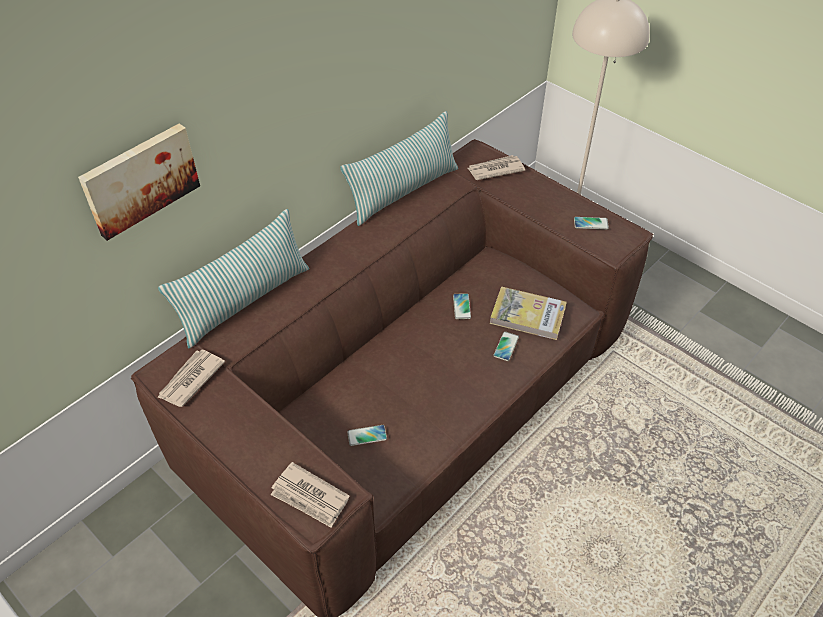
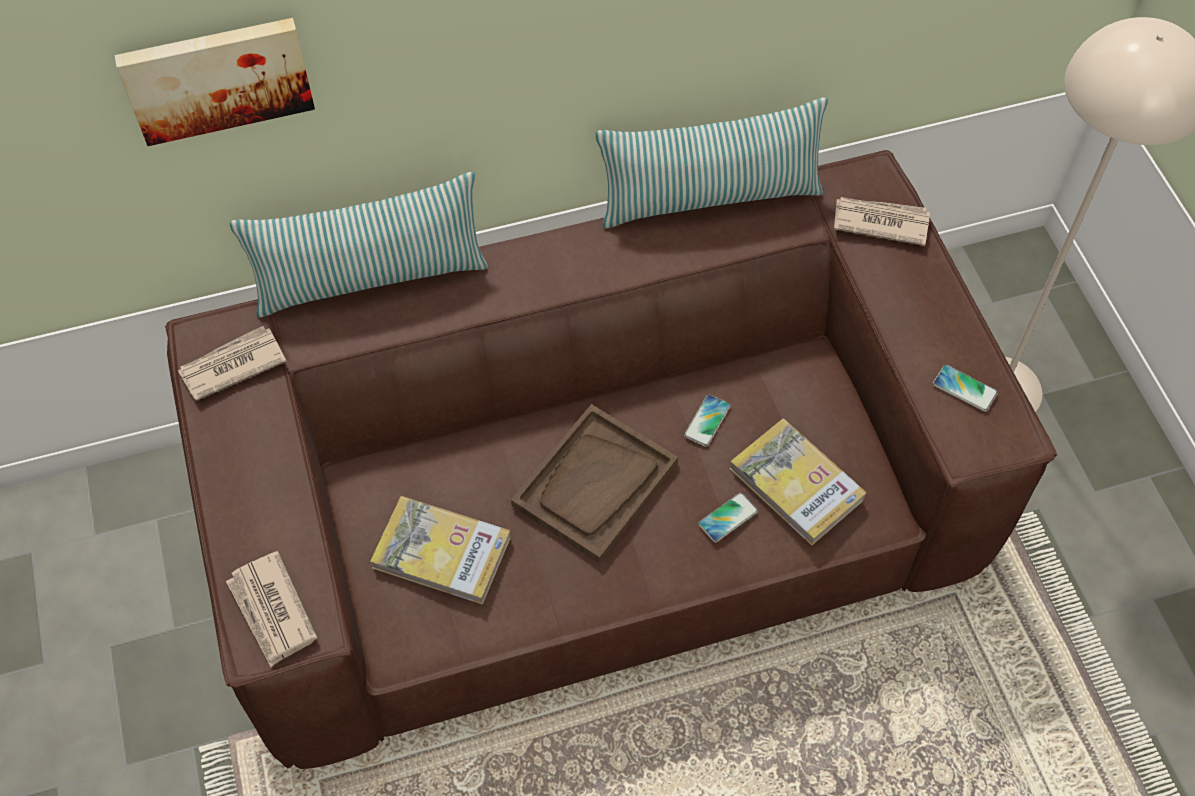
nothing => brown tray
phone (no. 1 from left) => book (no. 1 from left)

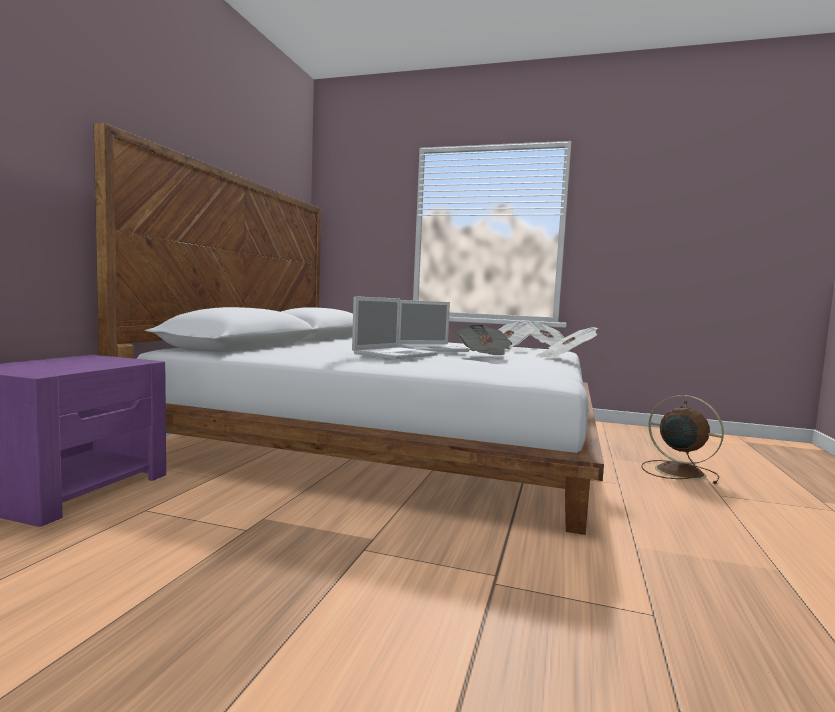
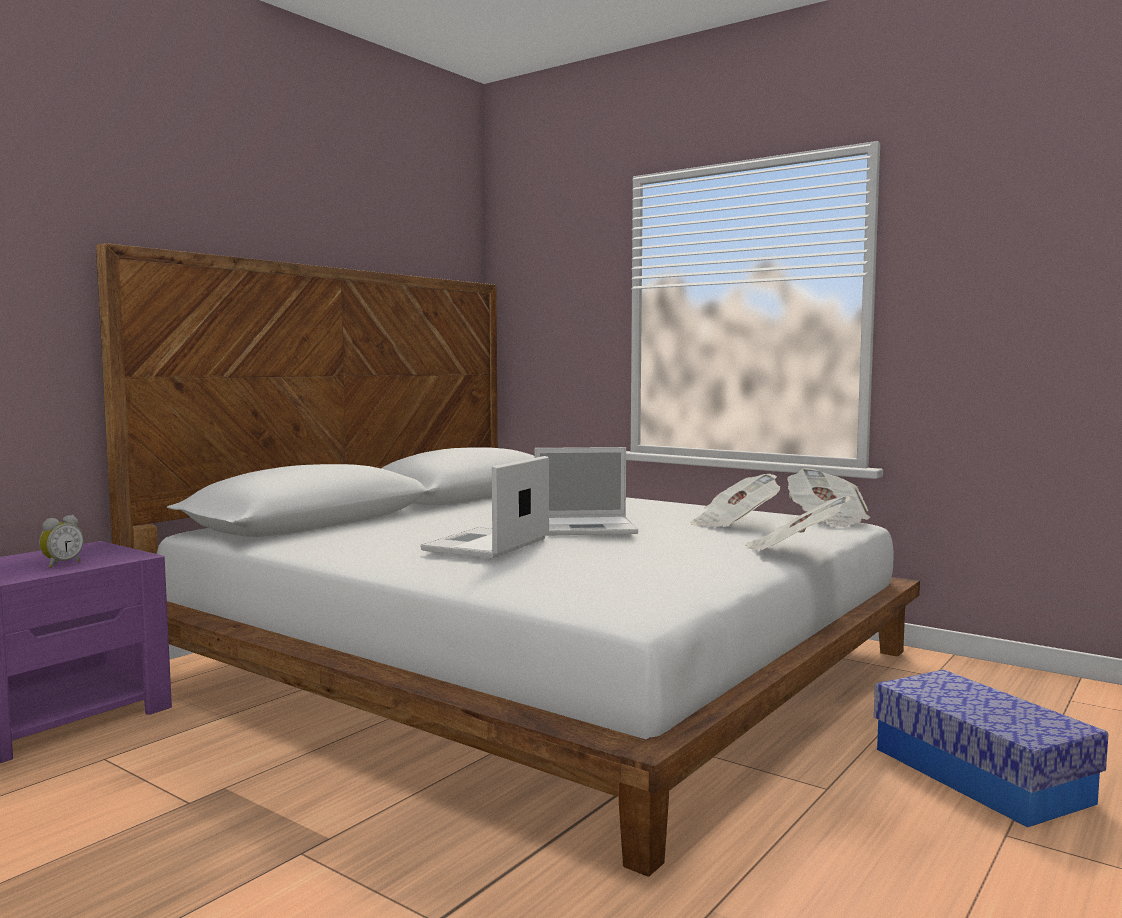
newspaper (no. 1 from left) => nothing
nothing => alarm clock
brown fan => storage box
laptop (no. 1 from left), 150 degrees clockwise

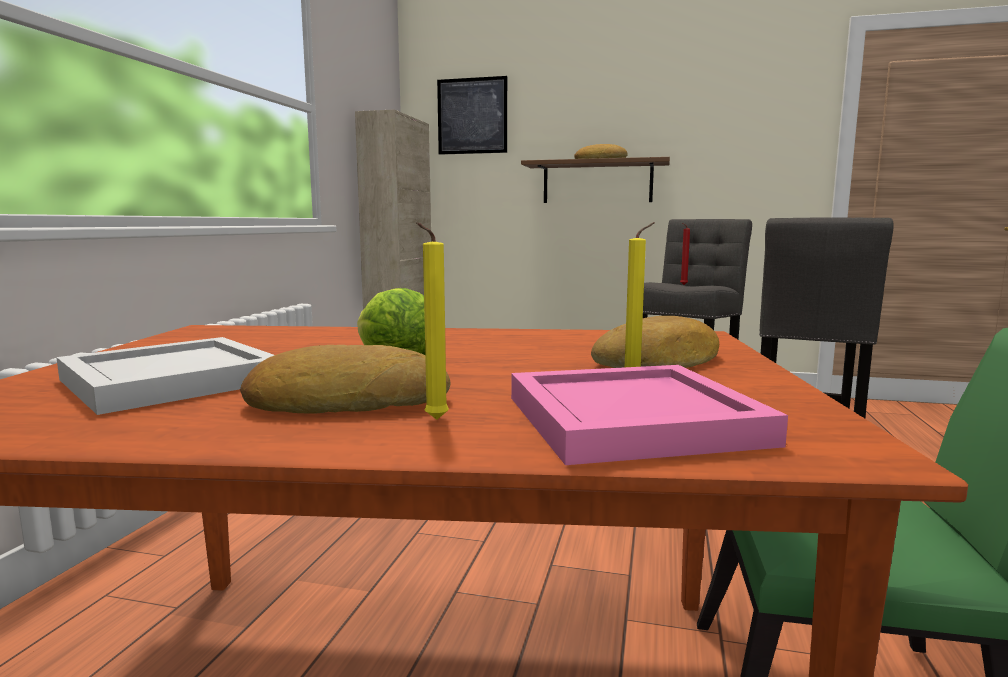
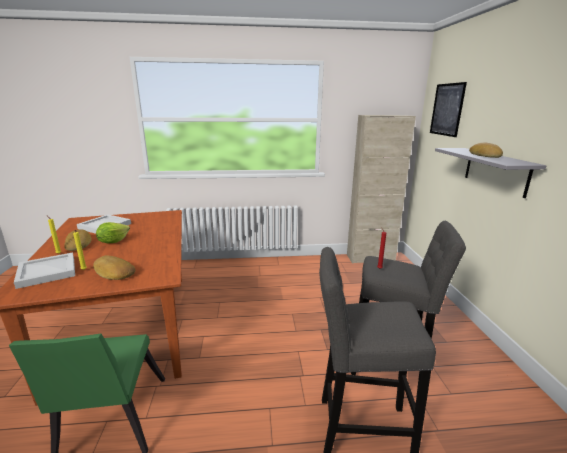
pink tray => white tray (no. 1 from left)
brown shelf => grey shelf

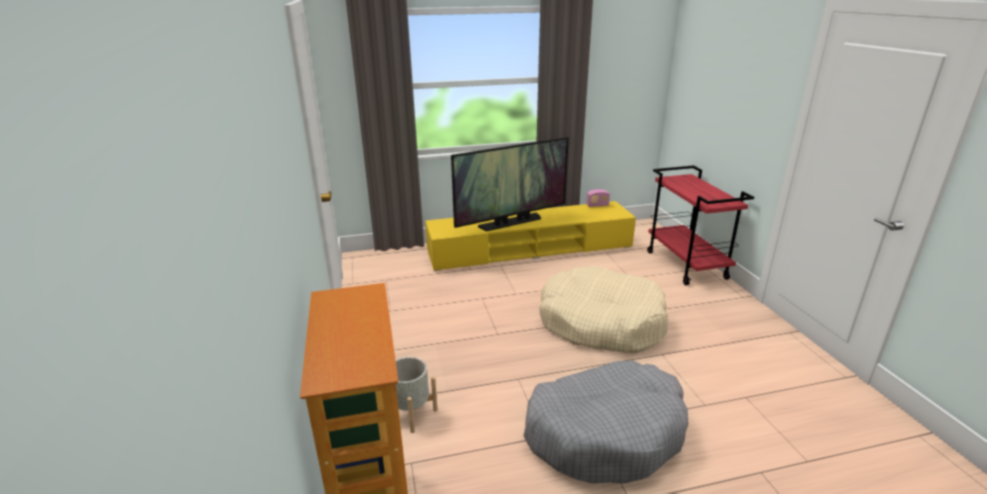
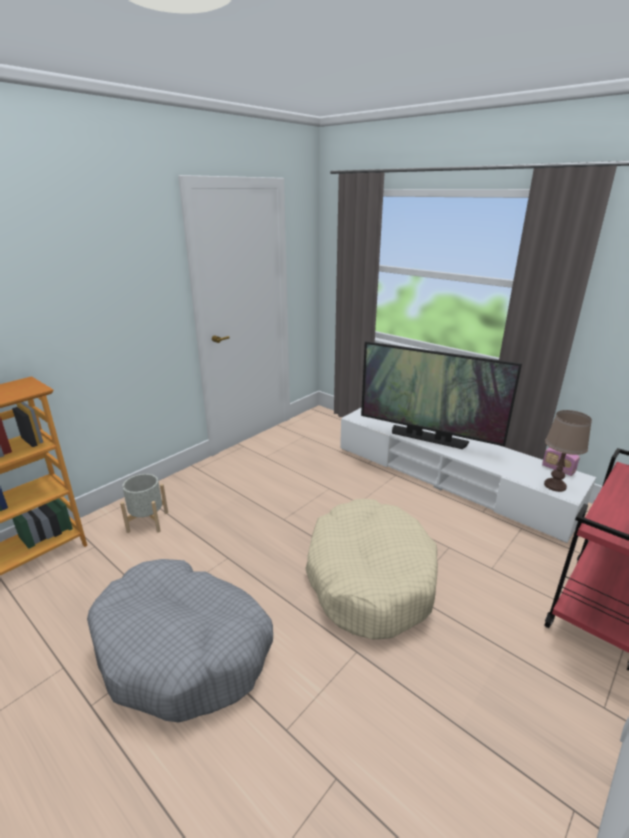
nothing => brown table lamp
yellow tv stand => white tv stand

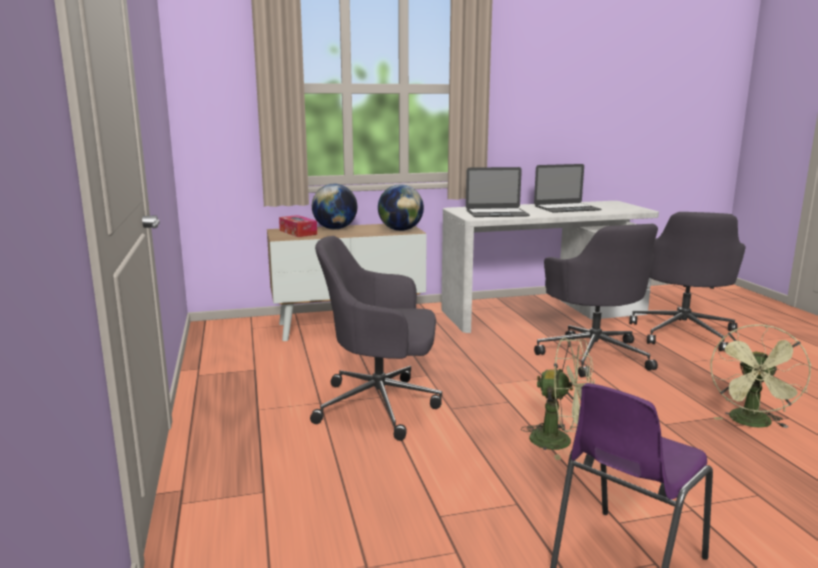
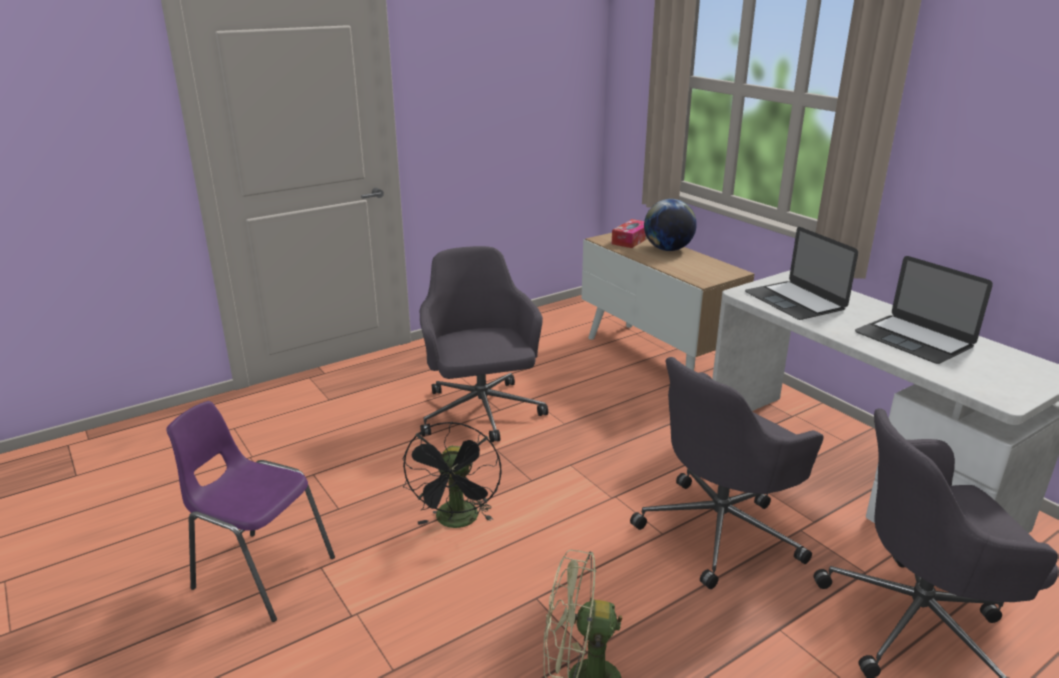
globe (no. 2 from left) => nothing
green fan (no. 1 from left) => black fan

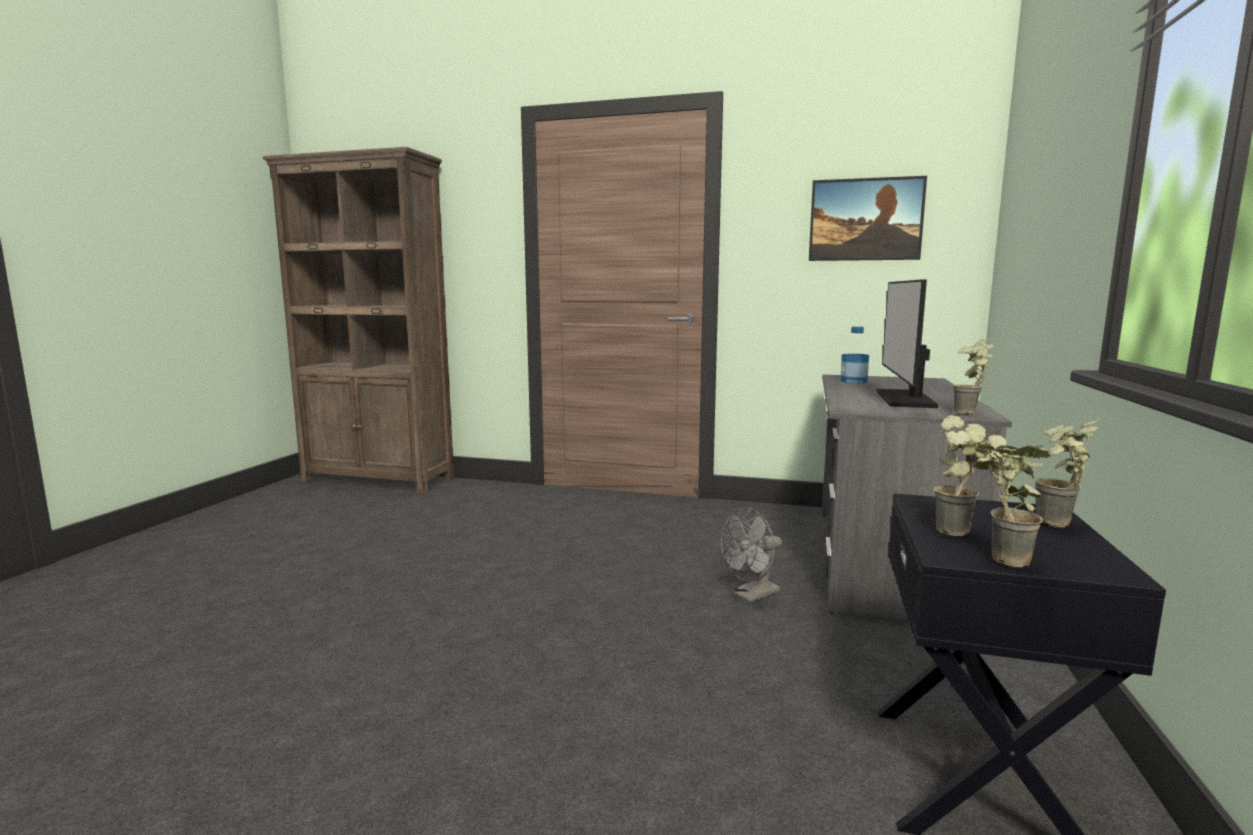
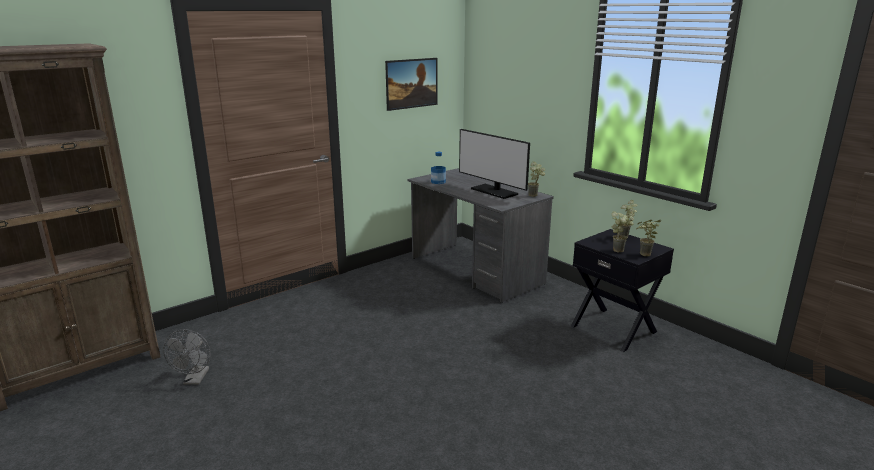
grey fan, shifted

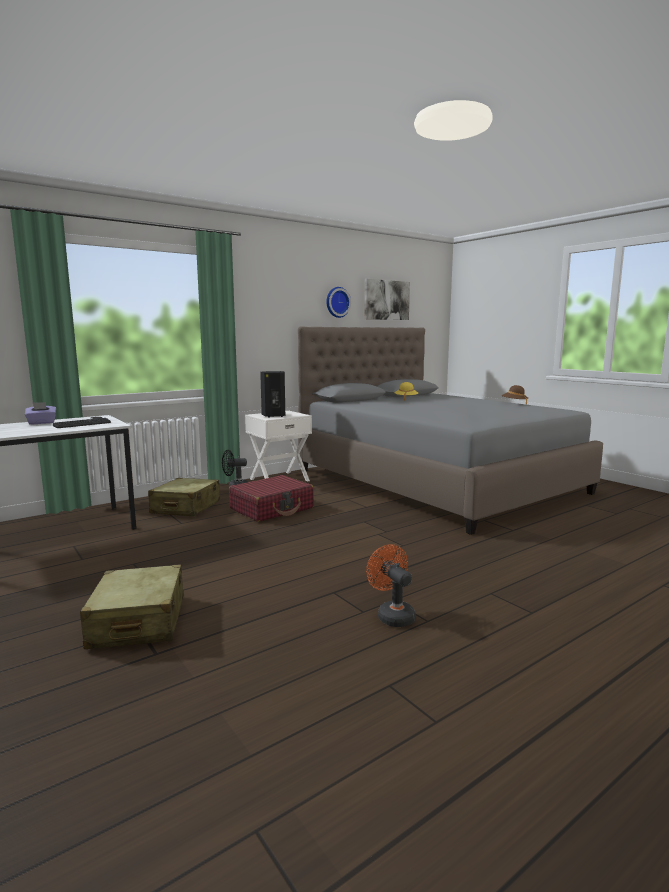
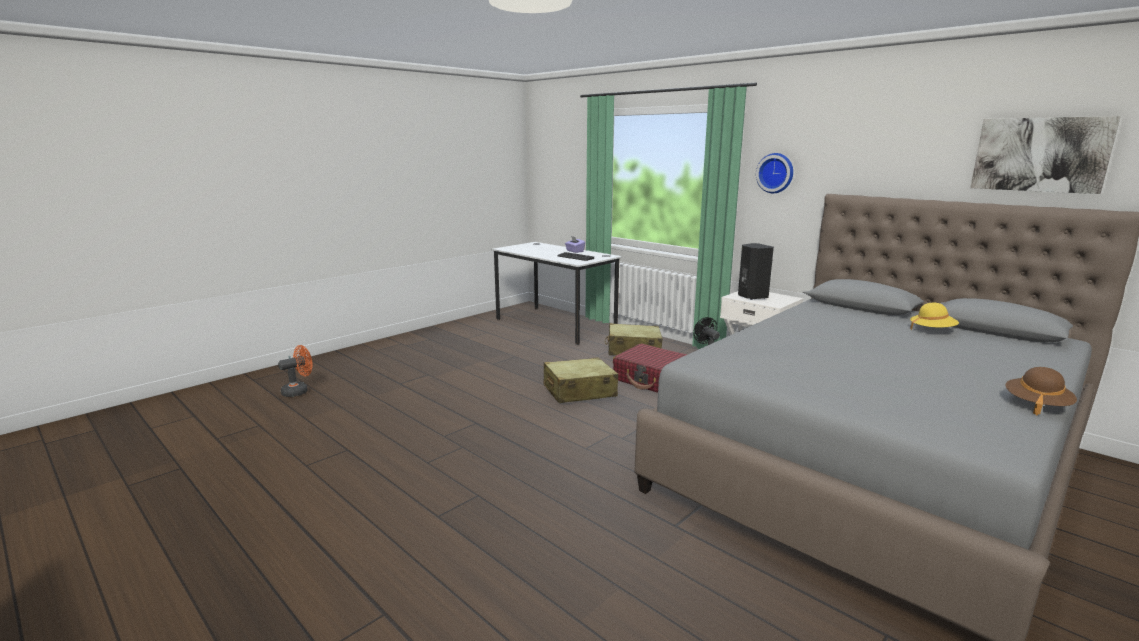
beige suitcase (no. 1 from left), shifted
wall clock, shifted
orange fan, shifted

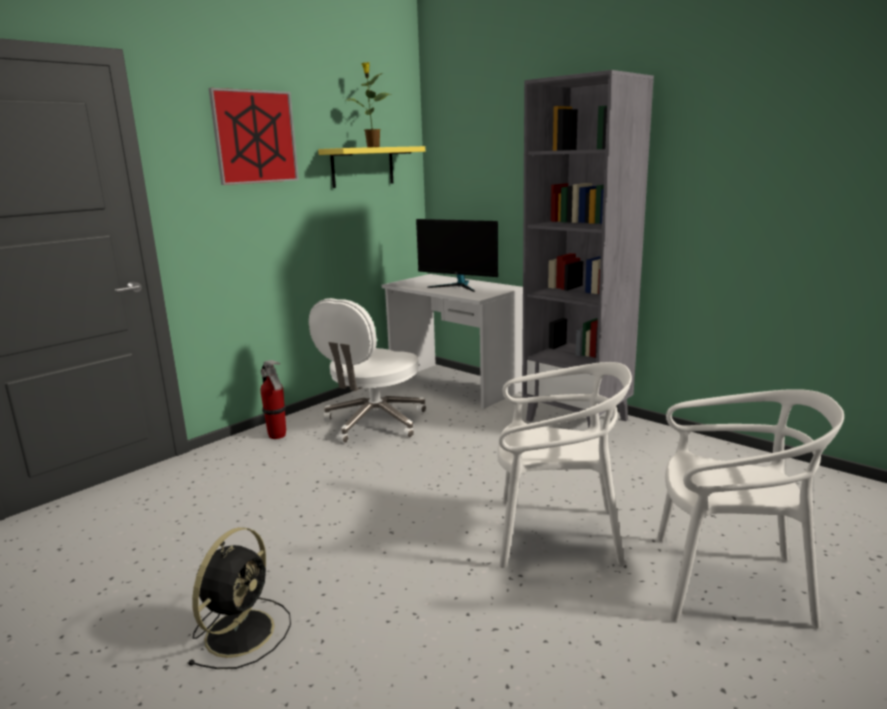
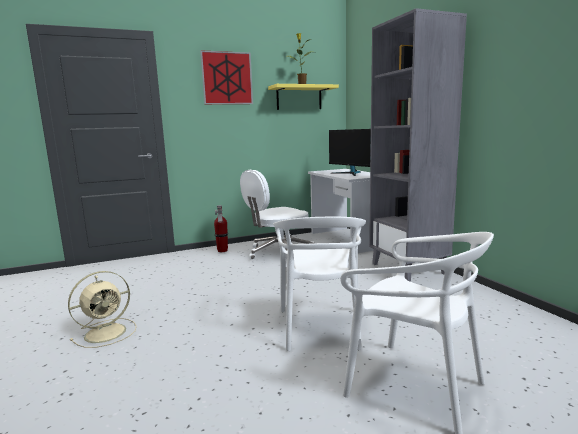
black fan => beige fan
white chair (no. 1 from left), 60 degrees clockwise

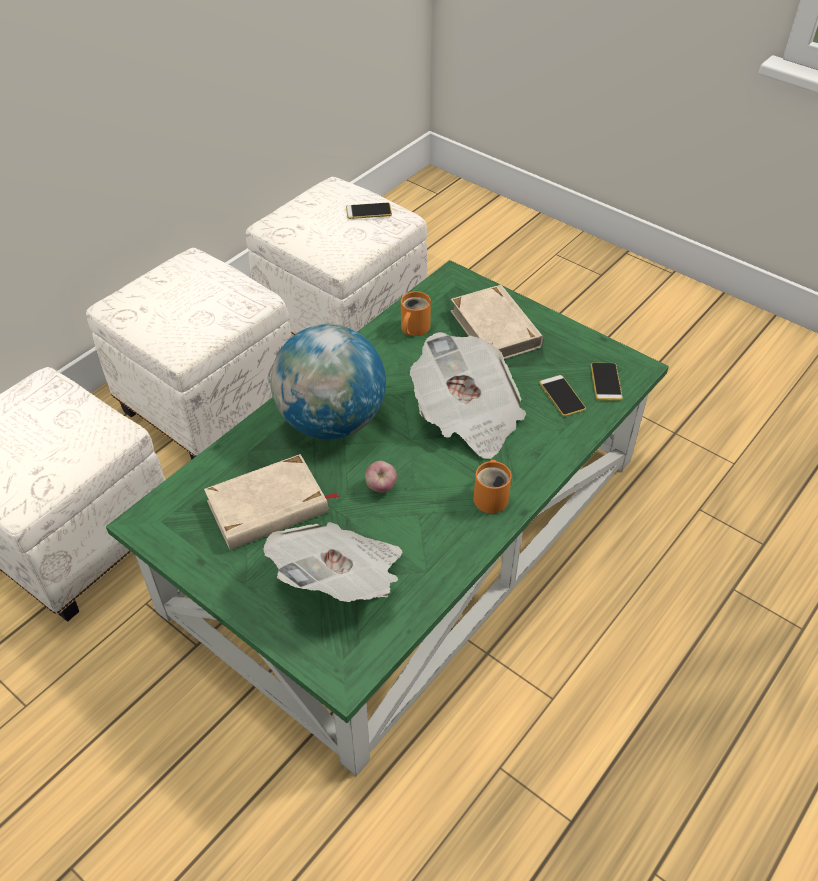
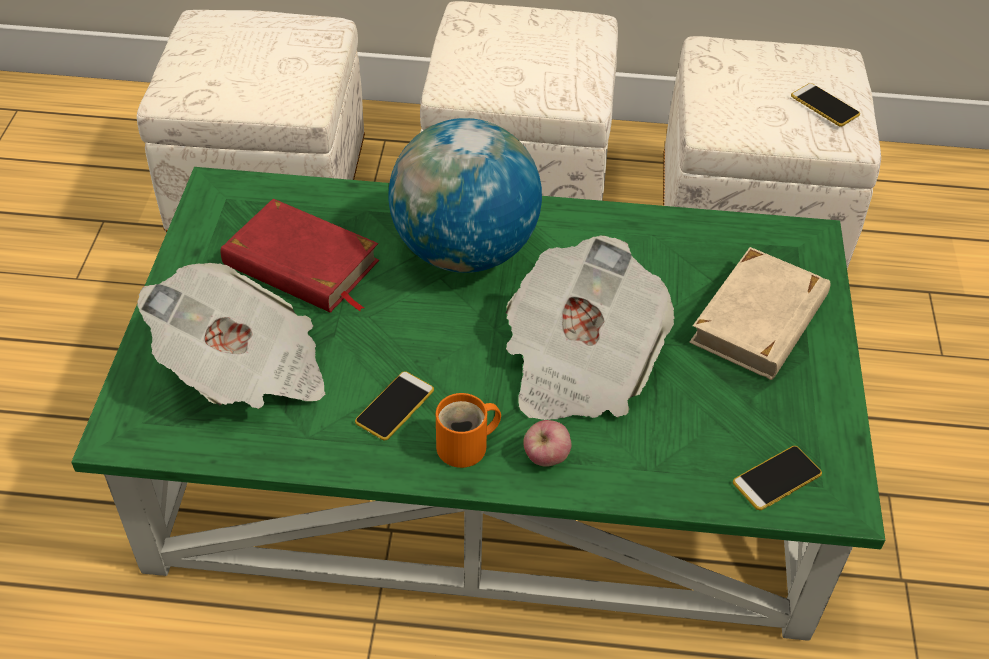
orange mug (no. 1 from left) => nothing
apple, shifted
phone (no. 2 from left in the first image) => phone (no. 1 from left), shifted
beige book (no. 1 from left) => red book

